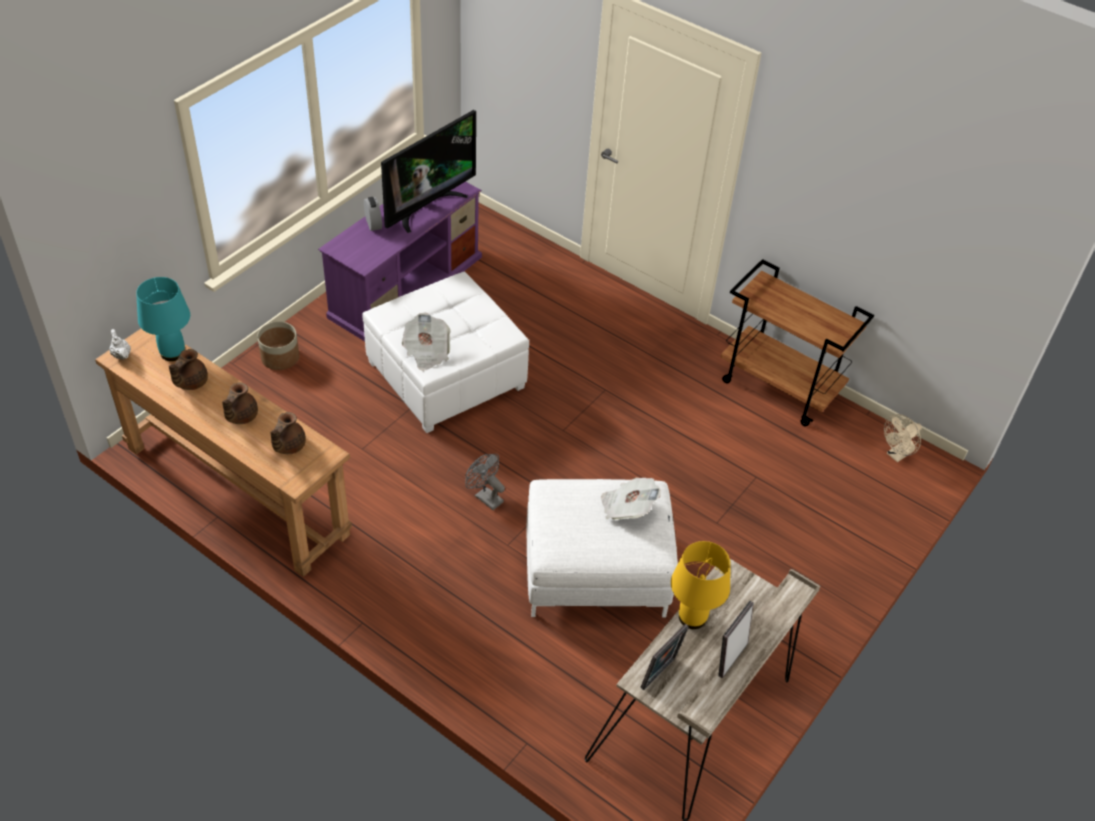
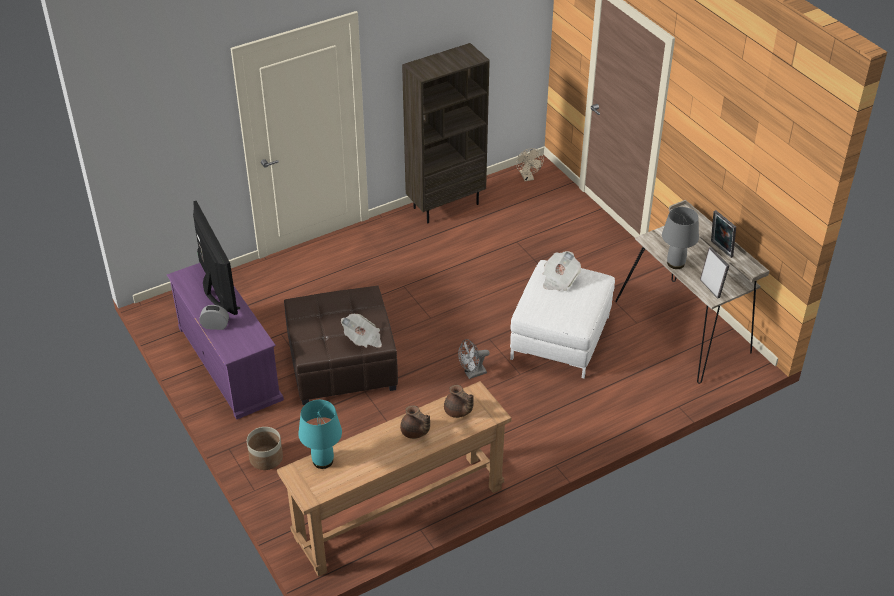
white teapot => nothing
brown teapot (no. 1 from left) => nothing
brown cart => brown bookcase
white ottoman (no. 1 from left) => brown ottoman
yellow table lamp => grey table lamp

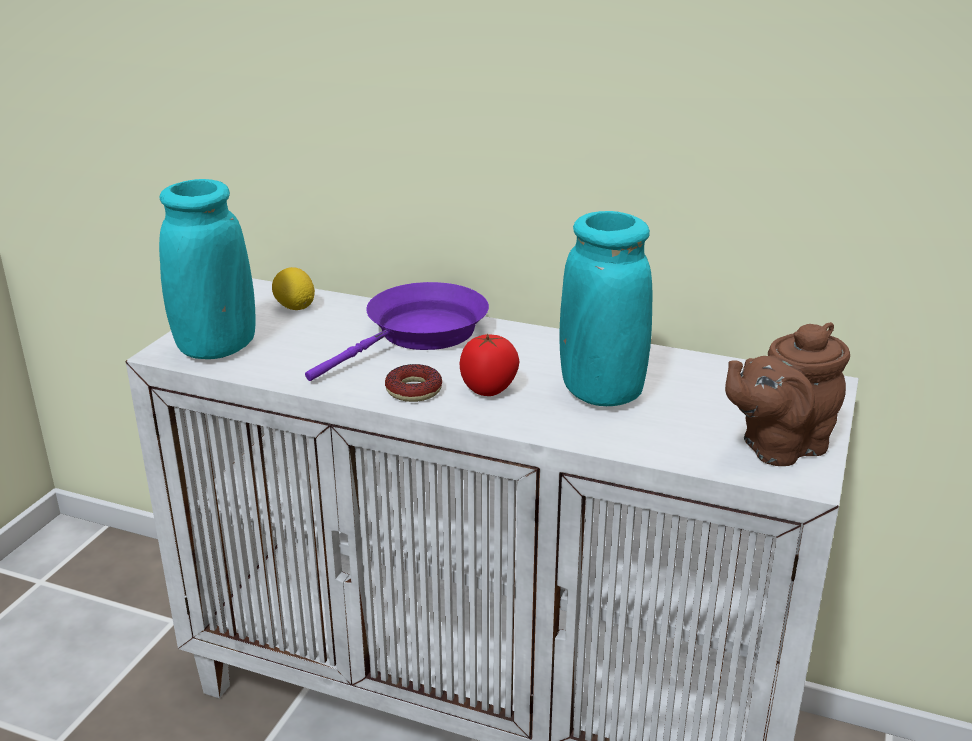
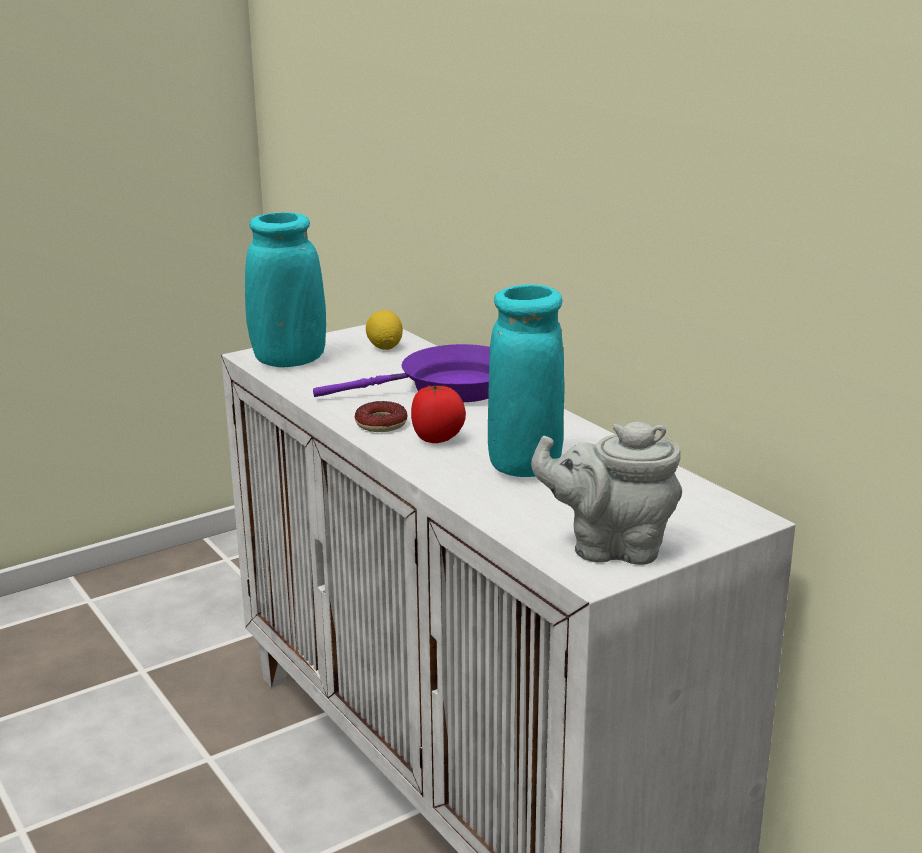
brown teapot => grey teapot

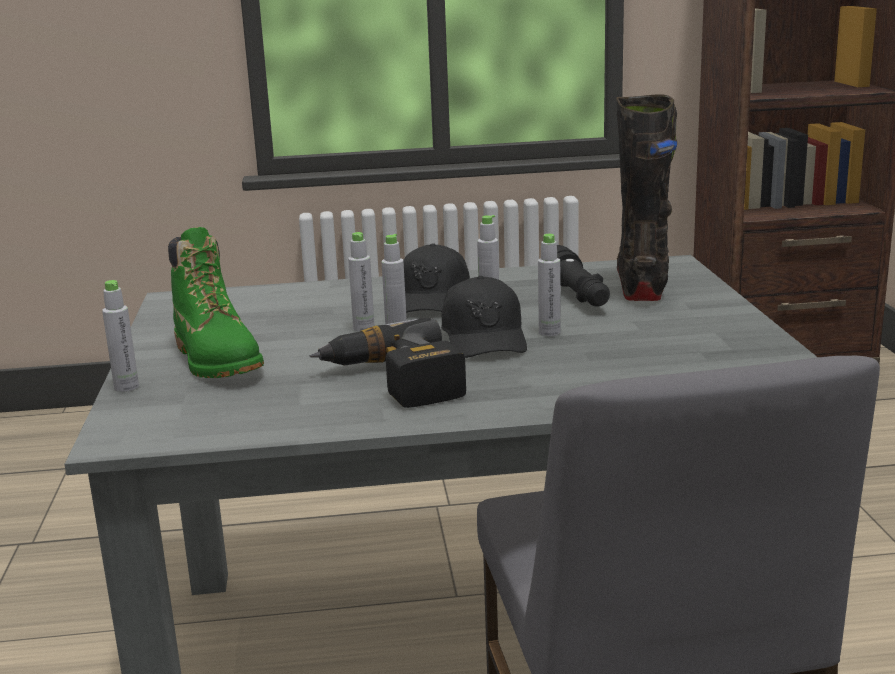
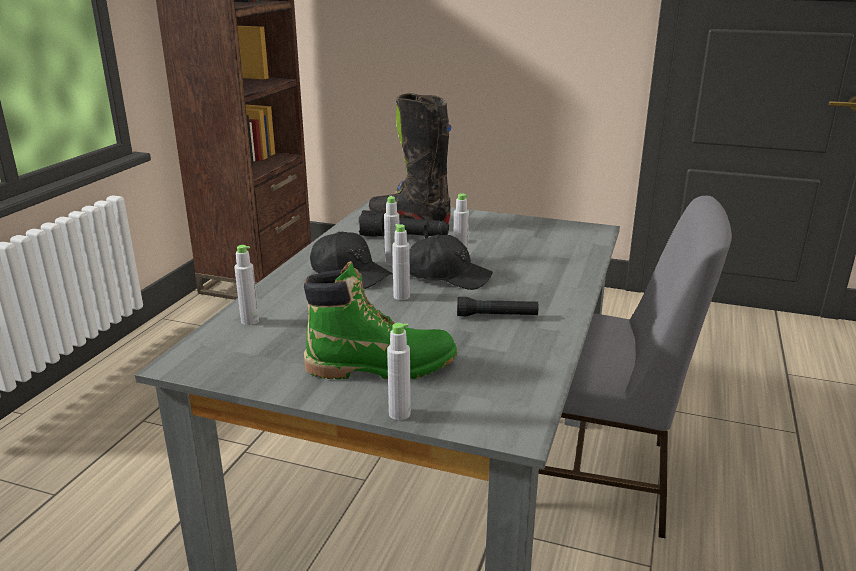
grey bottle (no. 2 from left in the first image) => grey bottle (no. 1 from left), shifted
power drill => black flashlight (no. 2 from left)

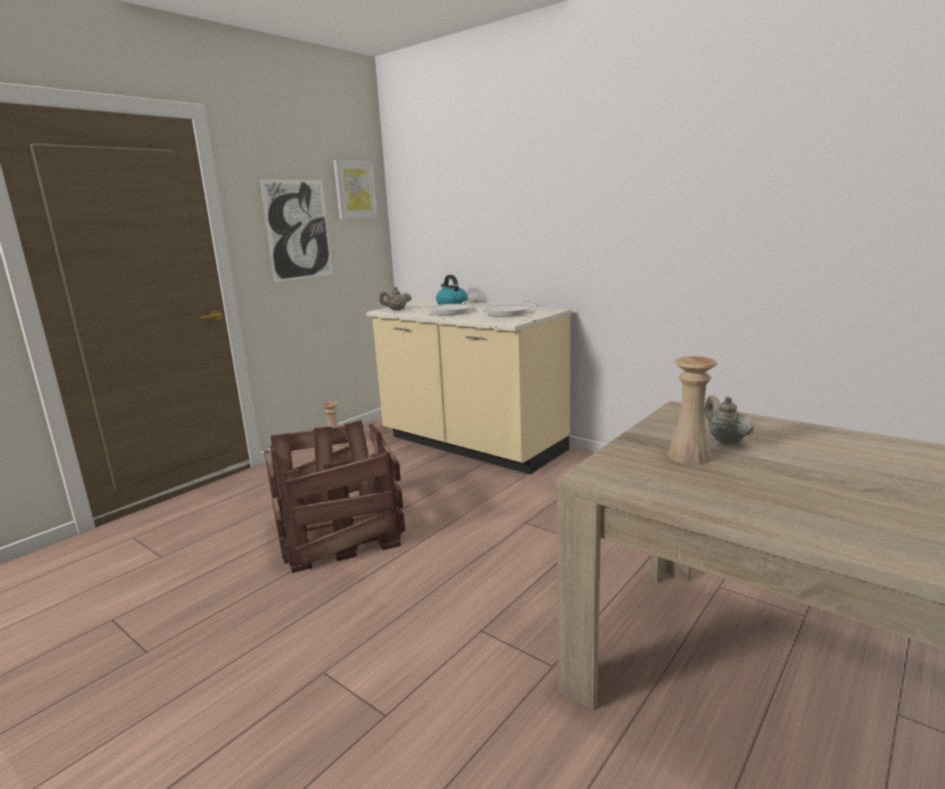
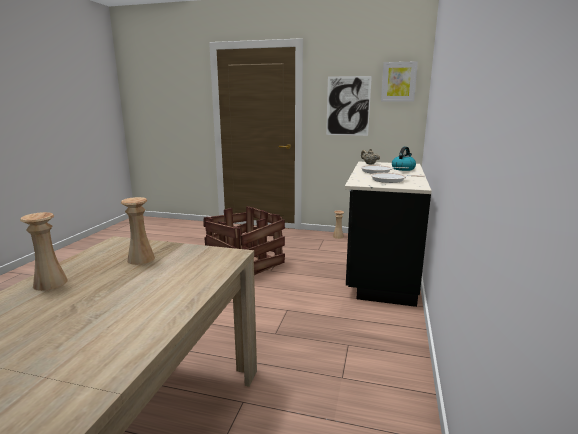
beige teapot (no. 2 from left) => nothing
nothing => beige vase (no. 1 from left)
beige counter => black counter

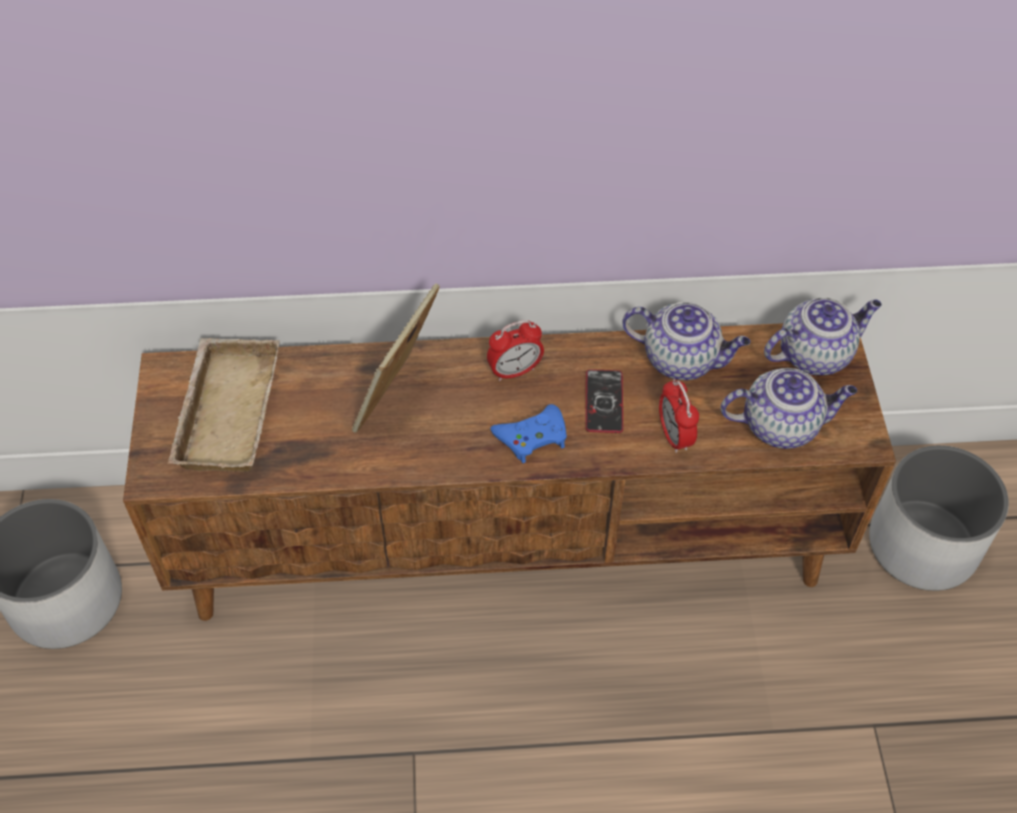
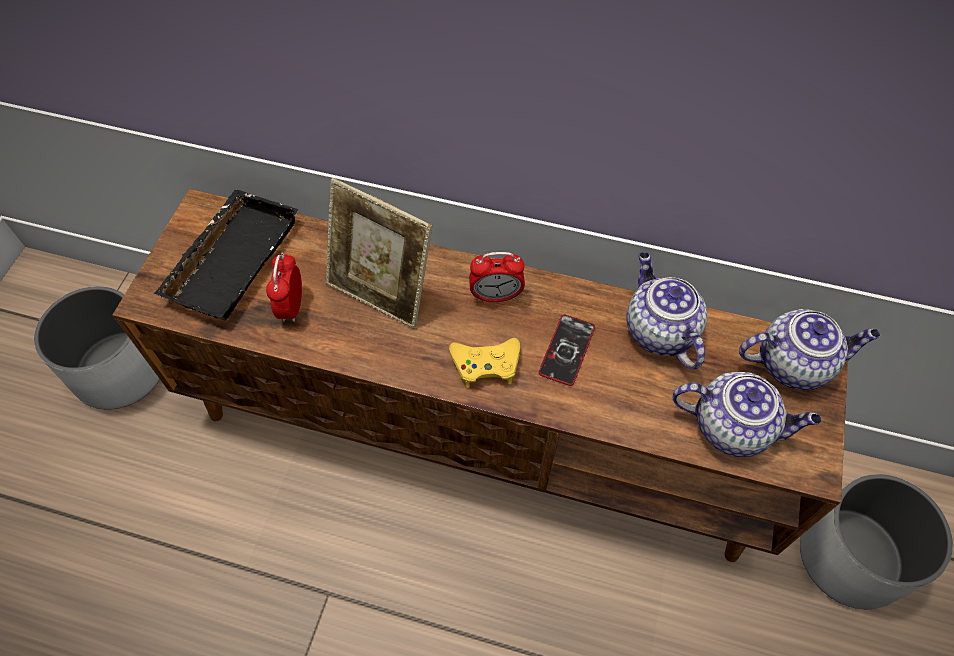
alarm clock (no. 2 from left in the first image) => alarm clock (no. 1 from left), shifted
beige tray => black tray
blue game controller => yellow game controller
picture frame, 105 degrees counterclockwise
teapot (no. 1 from left), 150 degrees counterclockwise

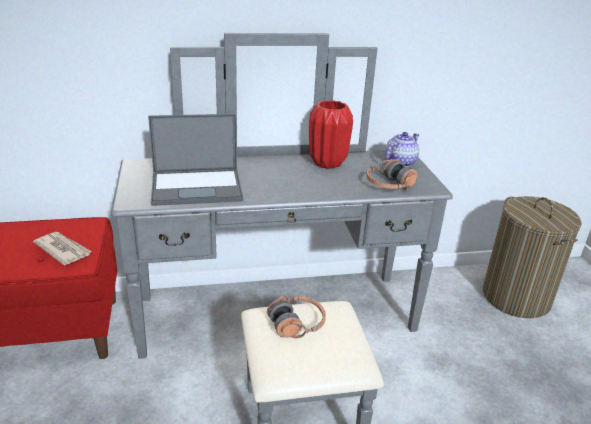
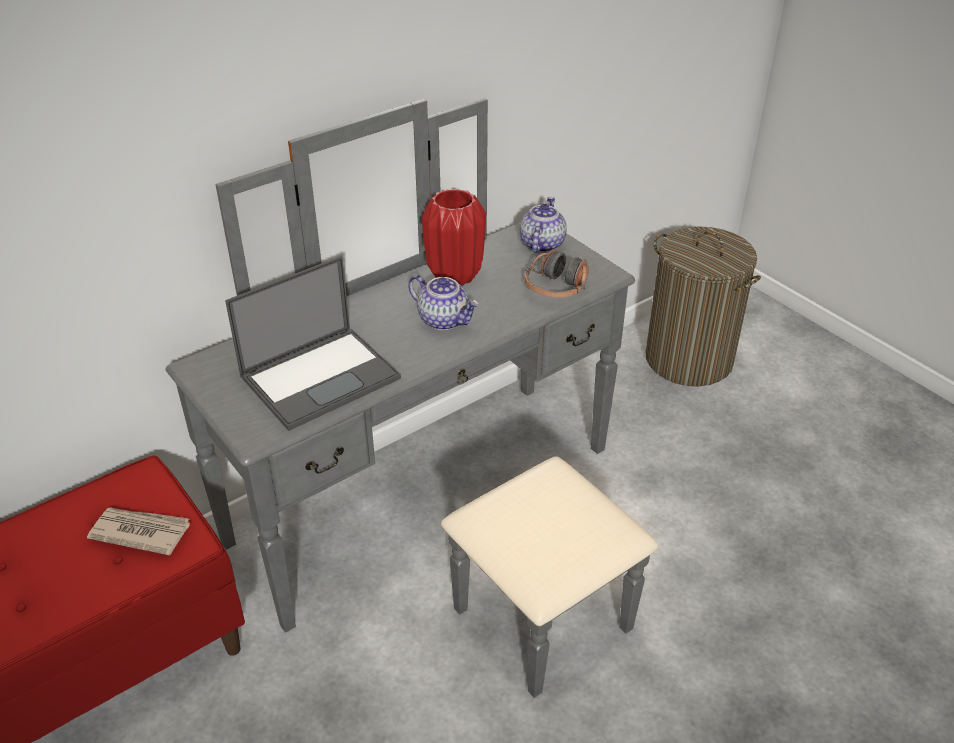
headphones (no. 1 from left) => nothing
nothing => teapot (no. 1 from left)

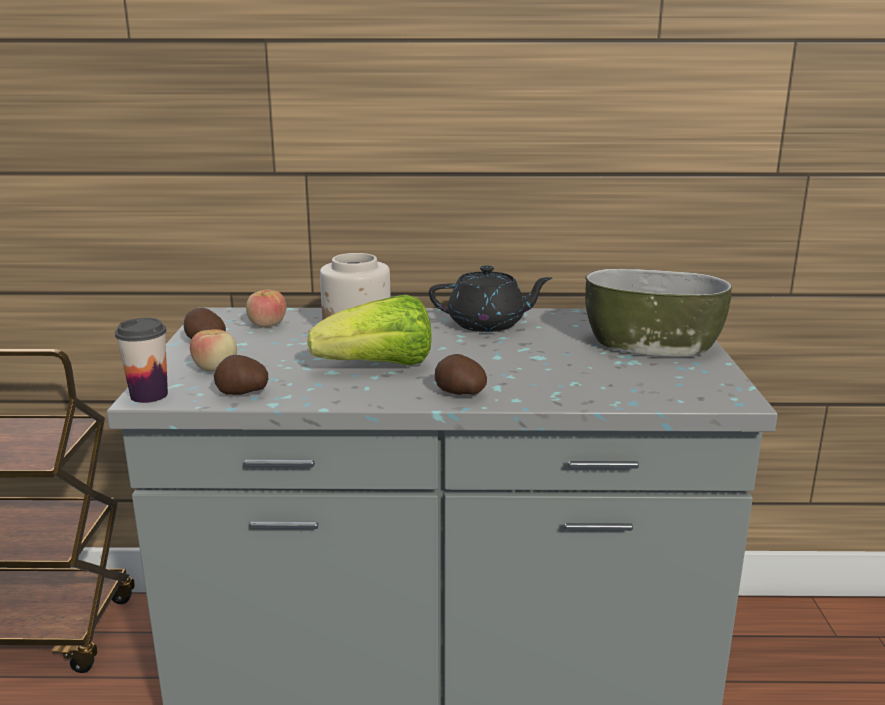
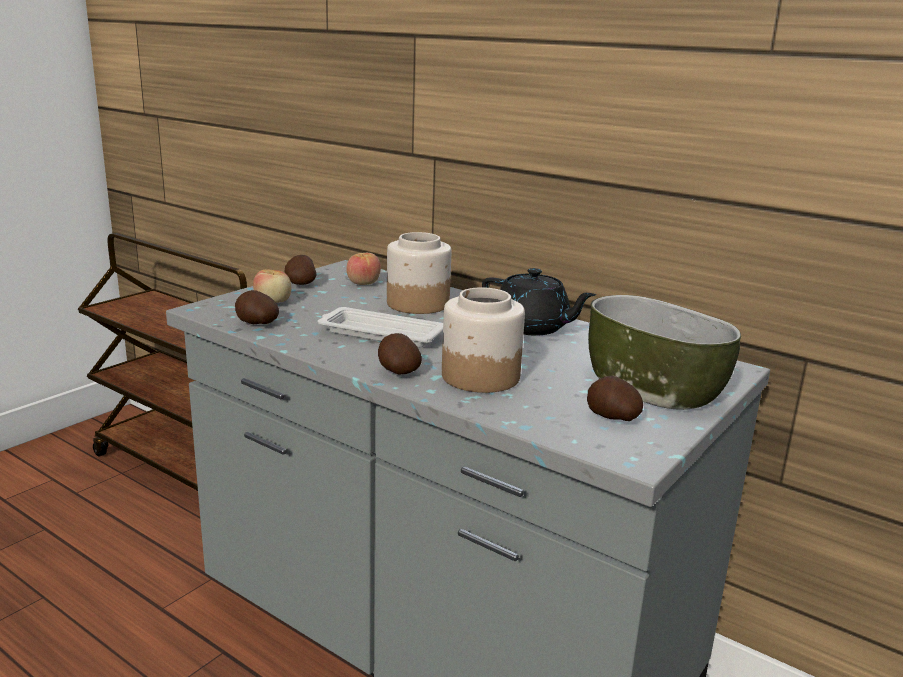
cup => nothing
nothing => jar (no. 2 from left)
nothing => potato (no. 4 from left)
lettuce => white tray

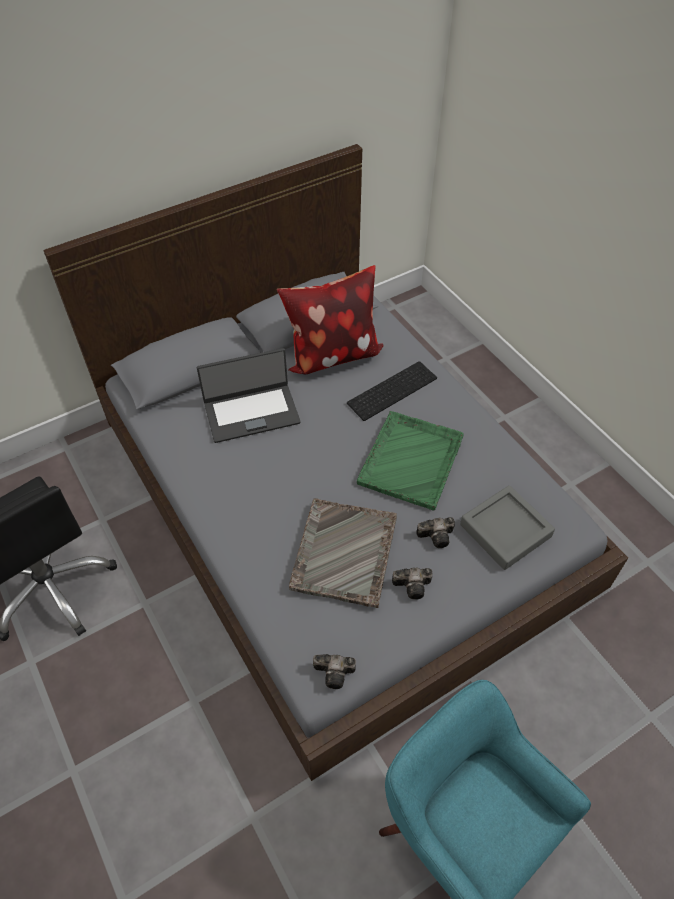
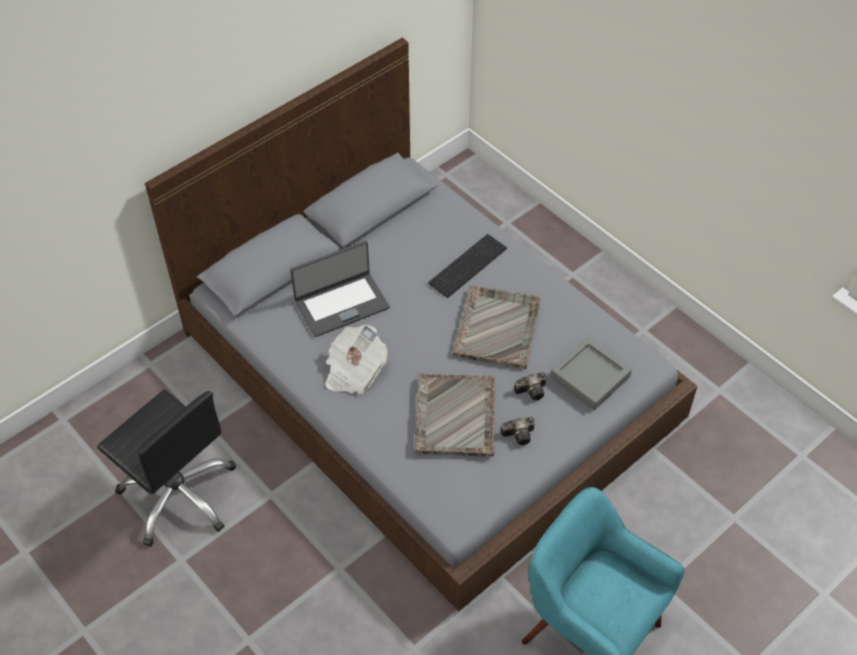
pillow => nothing
photo camera (no. 1 from left) => nothing
nothing => newspaper
green tray => grey tray (no. 2 from left)

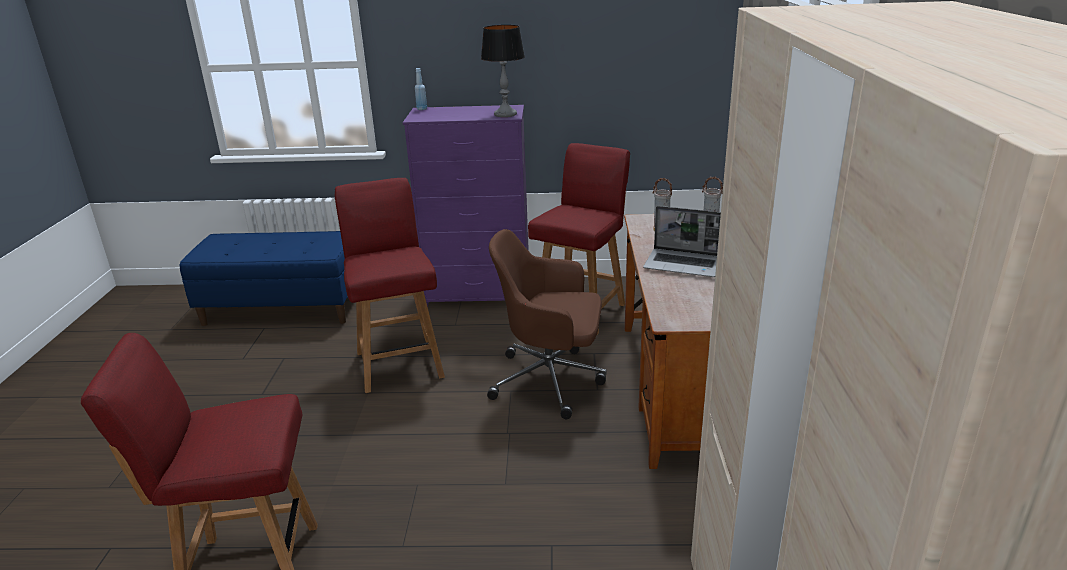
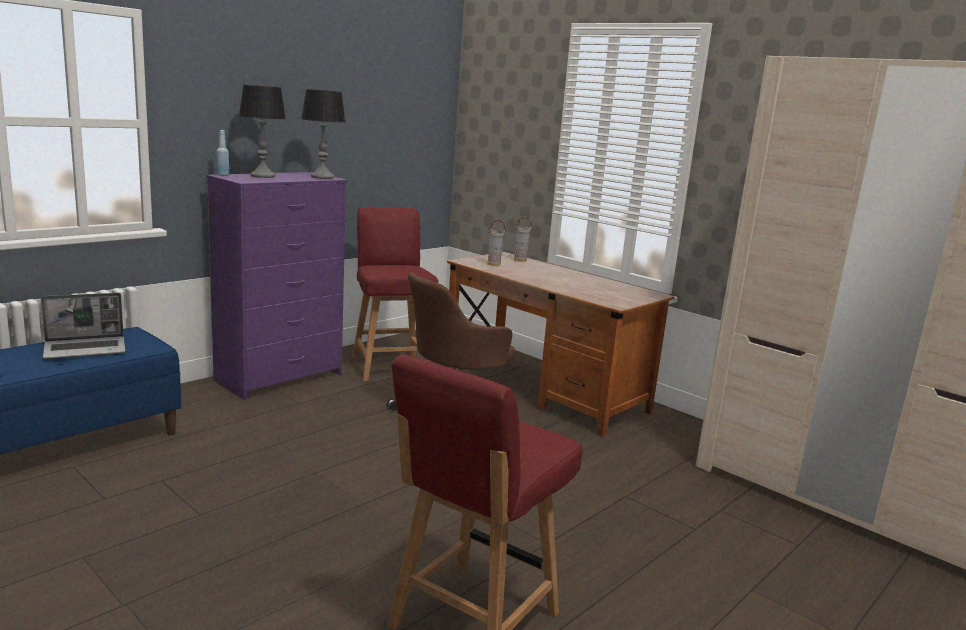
red chair (no. 2 from left) => nothing
nothing => table lamp (no. 1 from left)
laptop, shifted

